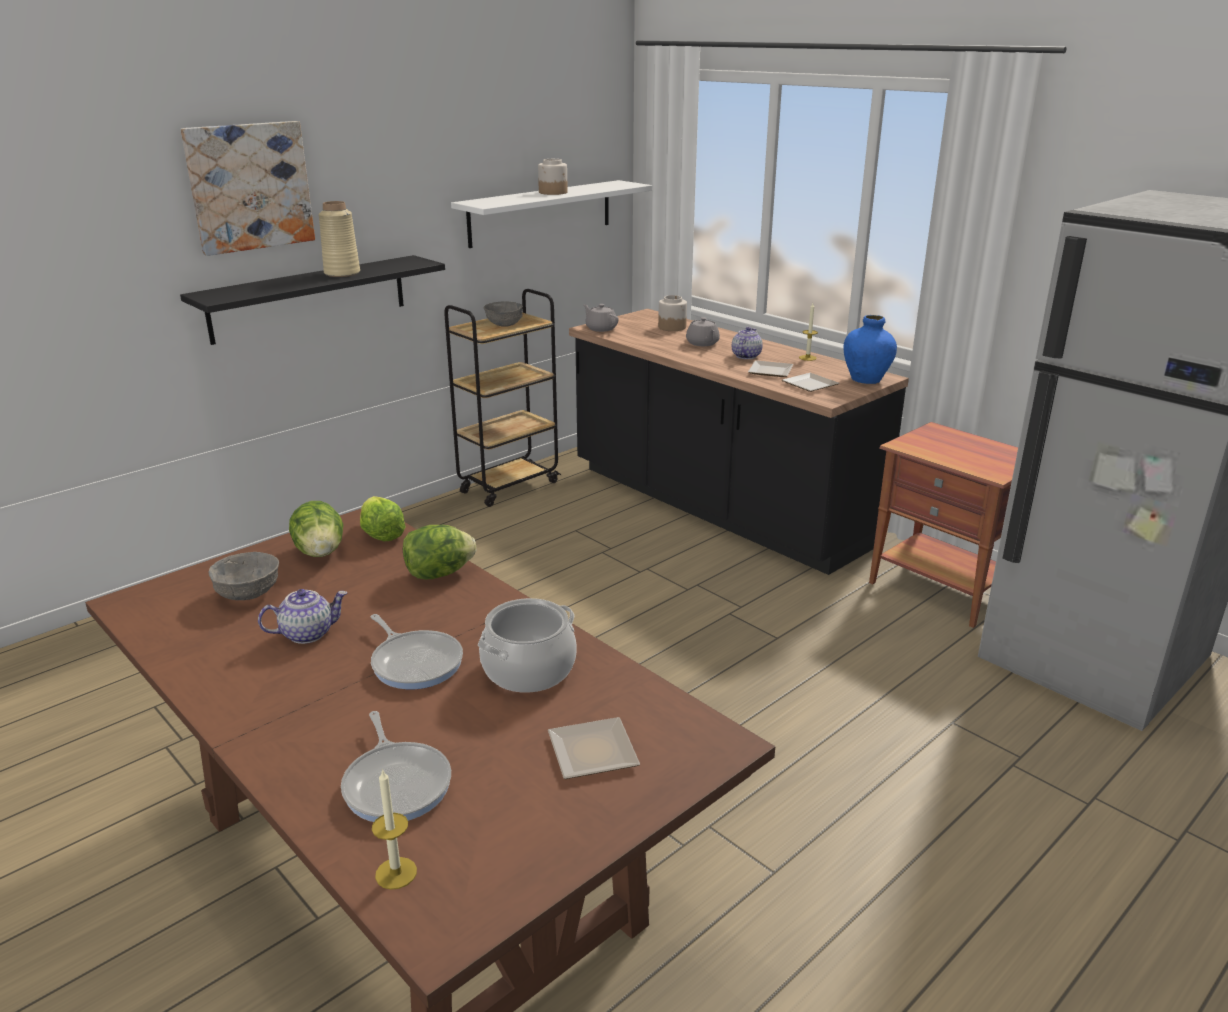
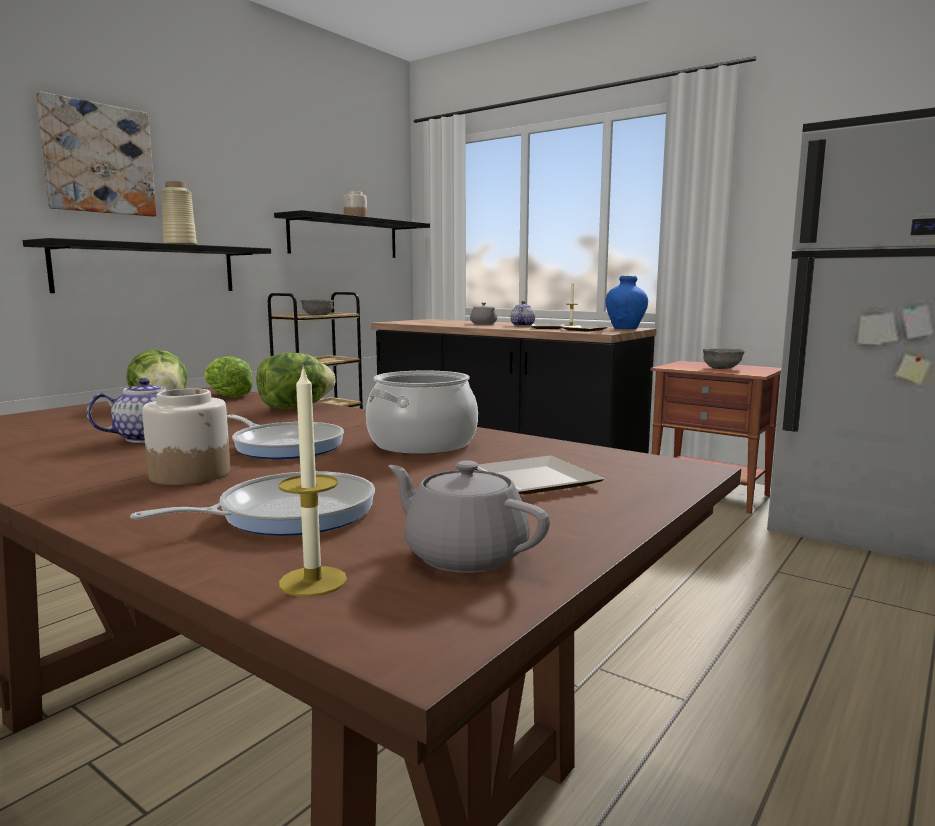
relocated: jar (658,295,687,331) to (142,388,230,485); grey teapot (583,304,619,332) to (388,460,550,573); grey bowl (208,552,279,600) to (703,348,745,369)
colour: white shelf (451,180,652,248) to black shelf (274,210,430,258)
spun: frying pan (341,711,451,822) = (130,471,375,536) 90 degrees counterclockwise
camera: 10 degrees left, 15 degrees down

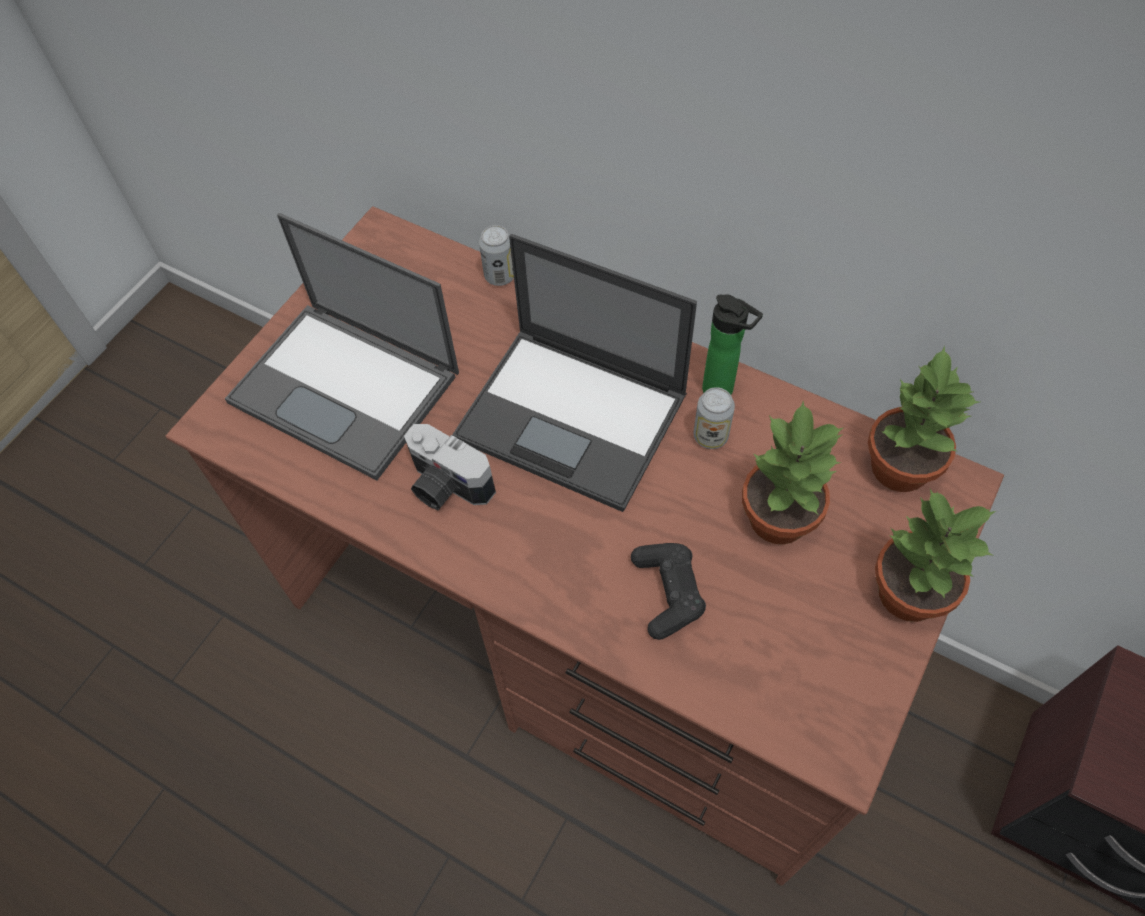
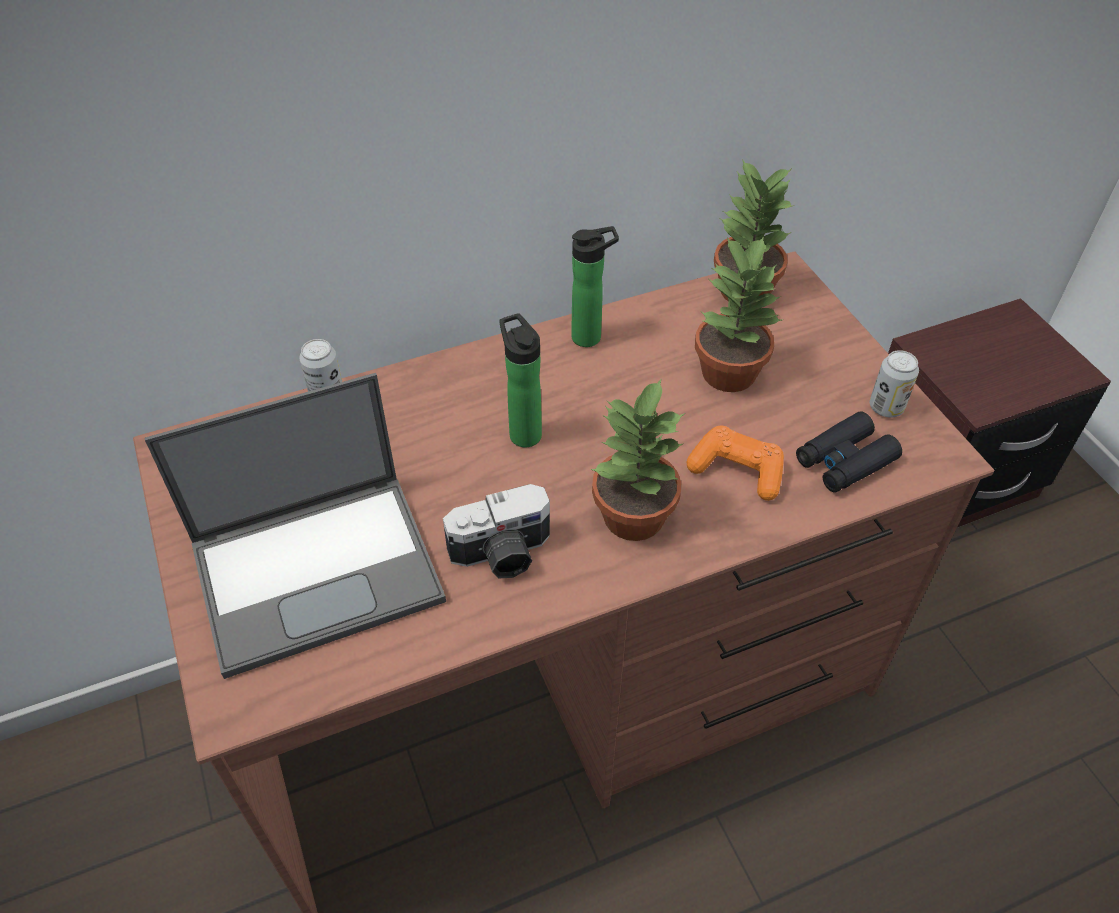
appeared: black binoculars (796,411,902,493)
relocated: can (693,387,735,449) to (870,350,919,418); potted plant (875,489,996,622) to (590,378,685,541)
exchanged: laptop (452,234,697,512) to bottle (499,313,542,447)
colour: black game controller (631,543,706,640) to orange game controller (687,425,784,501)
camera: 55 degrees left, 10 degrees down

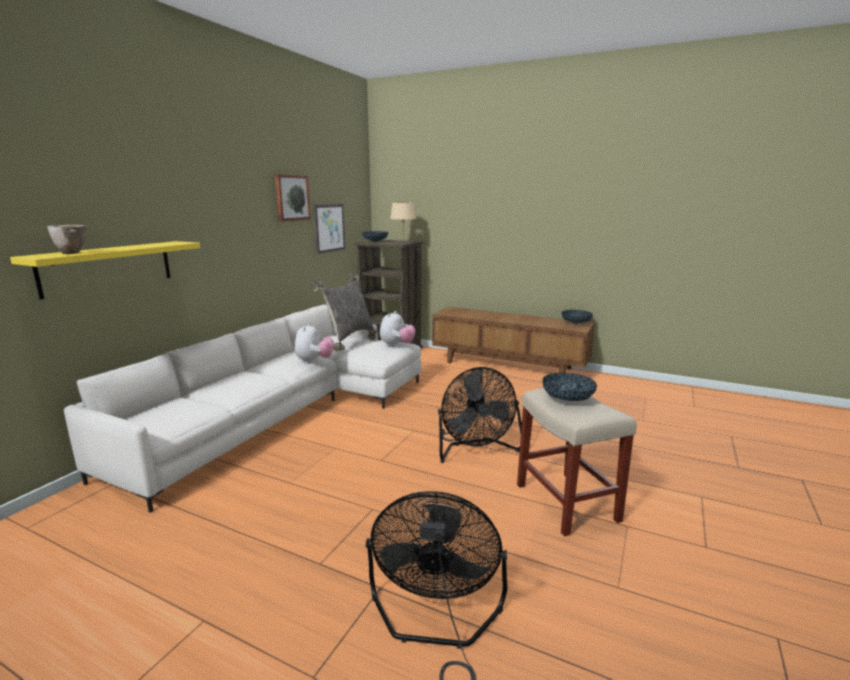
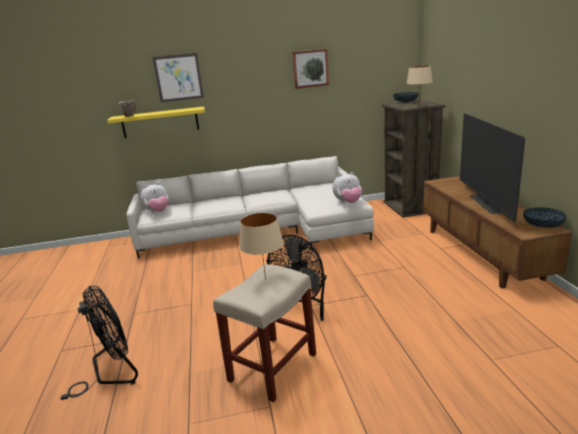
missing: pillow (312,272,378,351)
appeared: television (460,113,525,222)
relocated: picture (314,204,345,254) to (152,53,204,102); plush toy (295,323,334,364) to (140,182,169,212)
exchanged: bowl (543,373,597,401) to beige table lamp (239,213,284,280)
camera: 55 degrees right, 5 degrees up

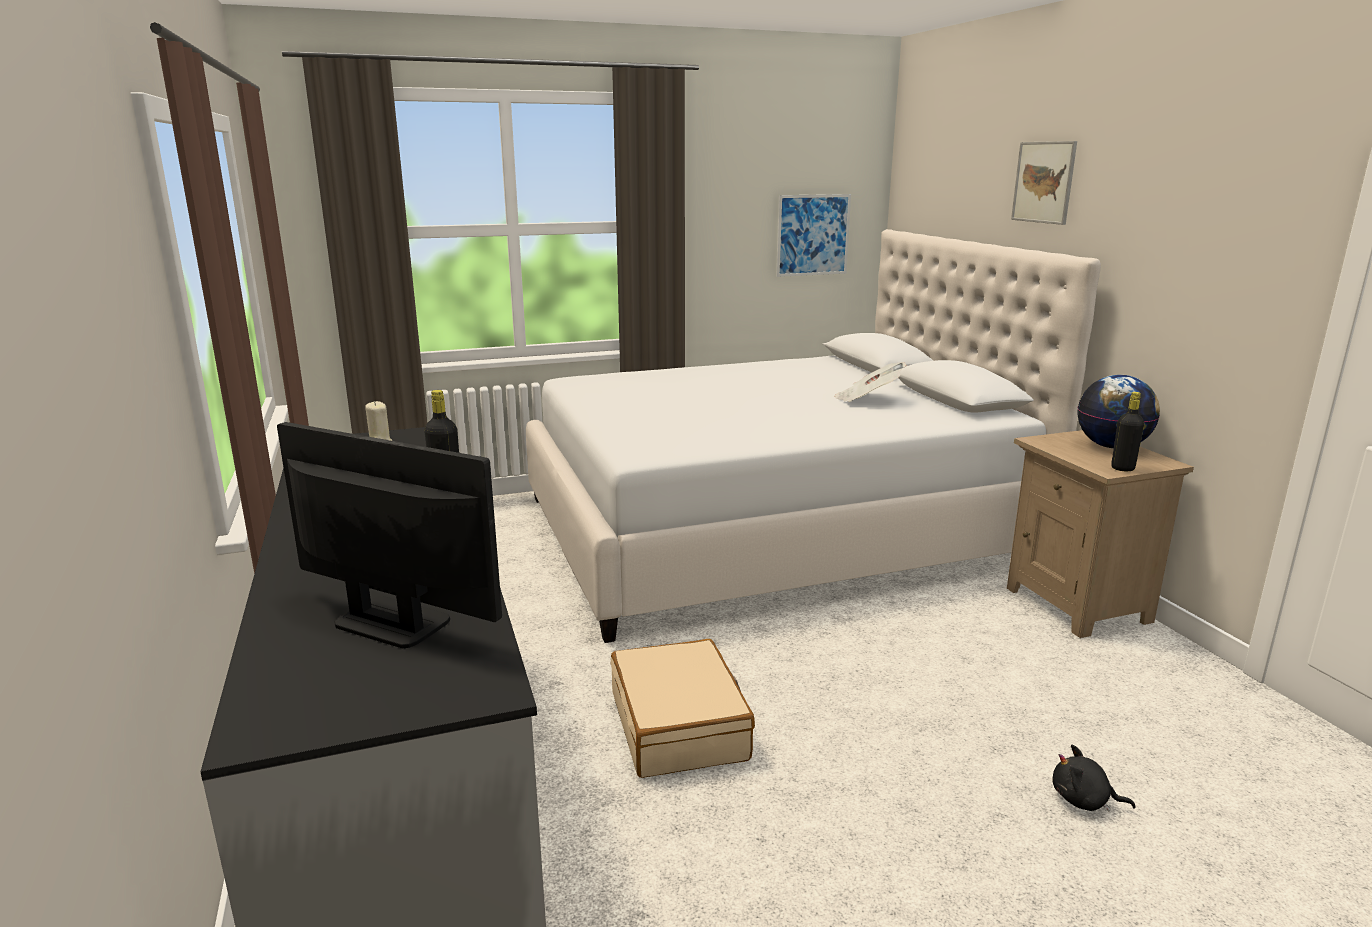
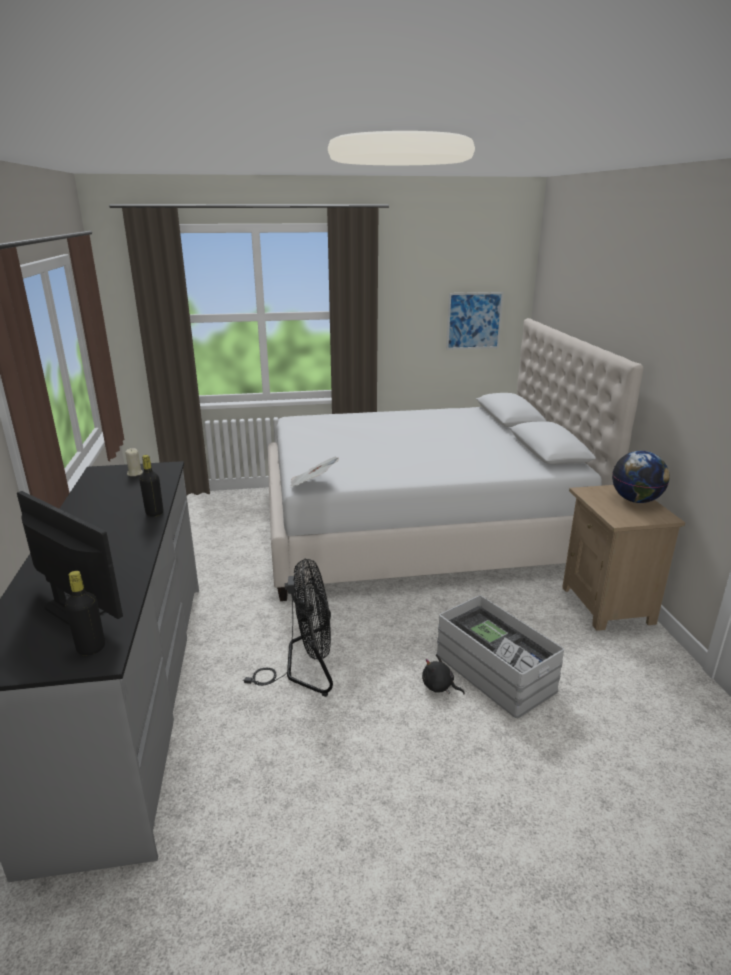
missing: picture (1011,141,1077,225)
appeared: grey storage box (436,595,564,718)
relocated: newspaper (834,362,907,402) to (290,456,339,488); black bottle (1111,392,1144,471) to (65,571,105,655); black plush toy (1052,745,1135,812) to (422,654,465,695)
exchanged: beige suitcase (611,639,755,778) to black fan (242,558,333,697)
camera: 10 degrees right, 5 degrees up

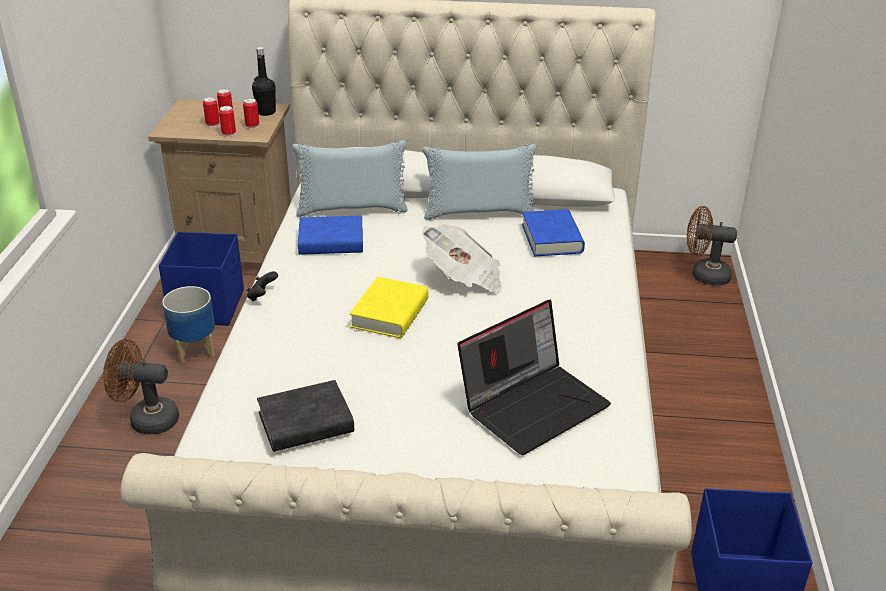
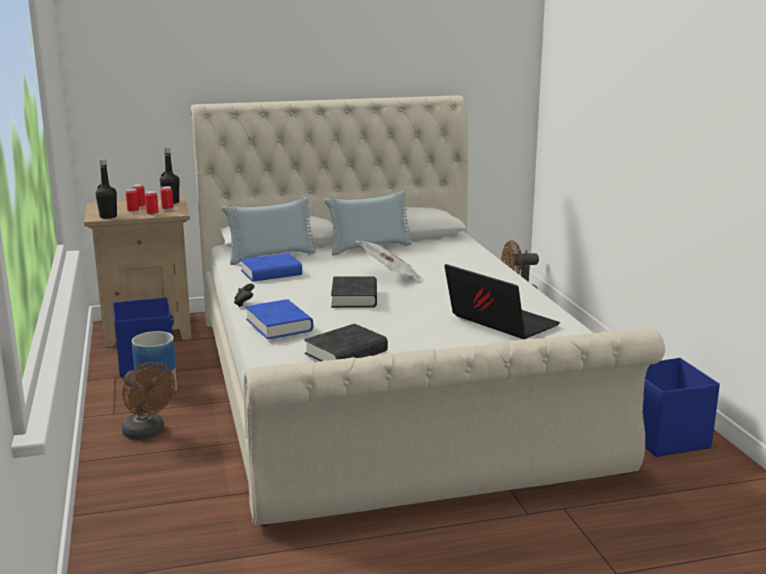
appeared: black bottle (96,159,117,219)
relocated: blue book (522,209,585,257) to (246,299,313,340)
colour: yellow book (350,277,429,338) to black book (331,276,377,308)
spun: laptop (457,300,611,455) = (444,264,560,339) 75 degrees counterclockwise; brown fan (103,339,179,434) = (121,362,175,440) 120 degrees counterclockwise
camera: 20 degrees left, 15 degrees down

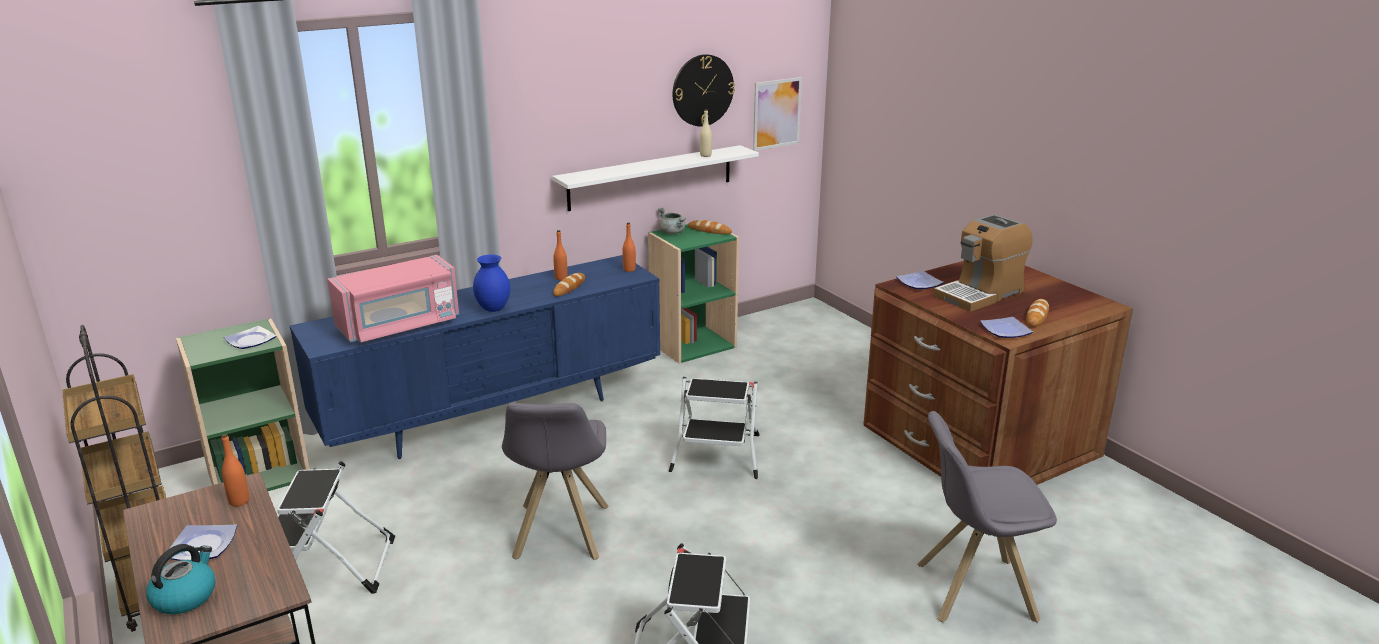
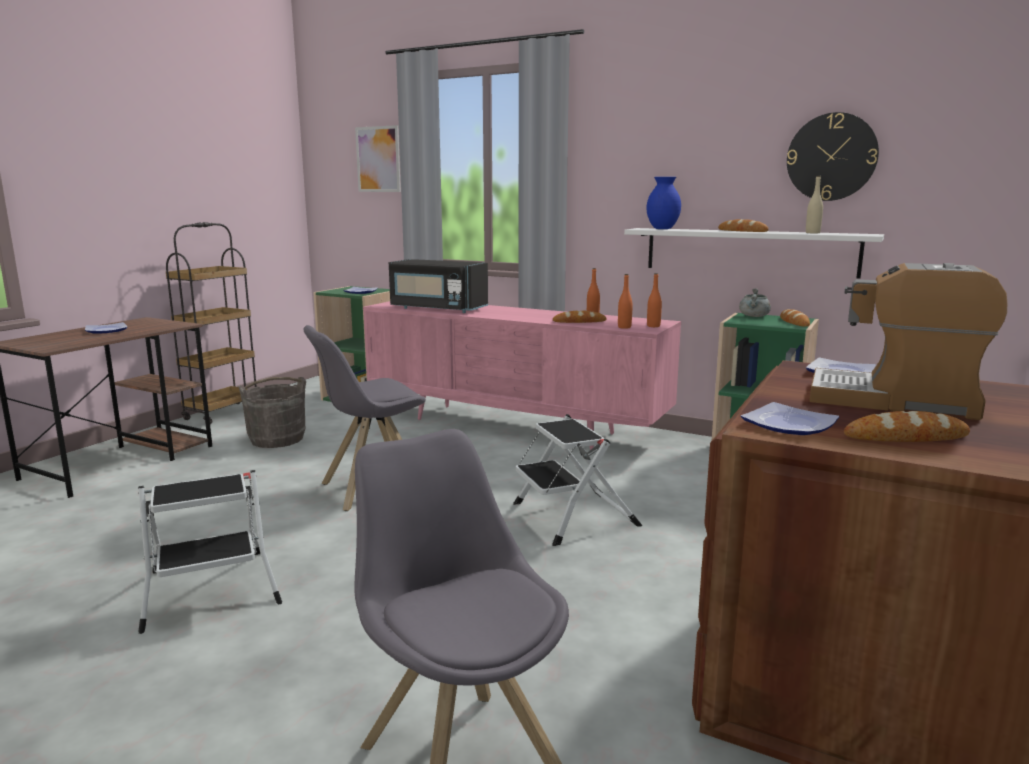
missing: kettle (146,544,215,614)
appeared: bread (718,219,769,232)
relocated: picture (753,77,802,151) to (355,125,401,192); blue vase (473,254,510,312) to (647,177,681,229); orange bottle (221,434,249,507) to (618,274,632,329)
exchanged: step ladder (277,461,395,594) to grey bucket (238,377,306,448)
colour: blue cabinet (290,255,660,459) to pink cabinet (363,301,681,450); pink microwave (327,255,459,342) to black microwave (389,259,488,313)
camera: 60 degrees right, 10 degrees down

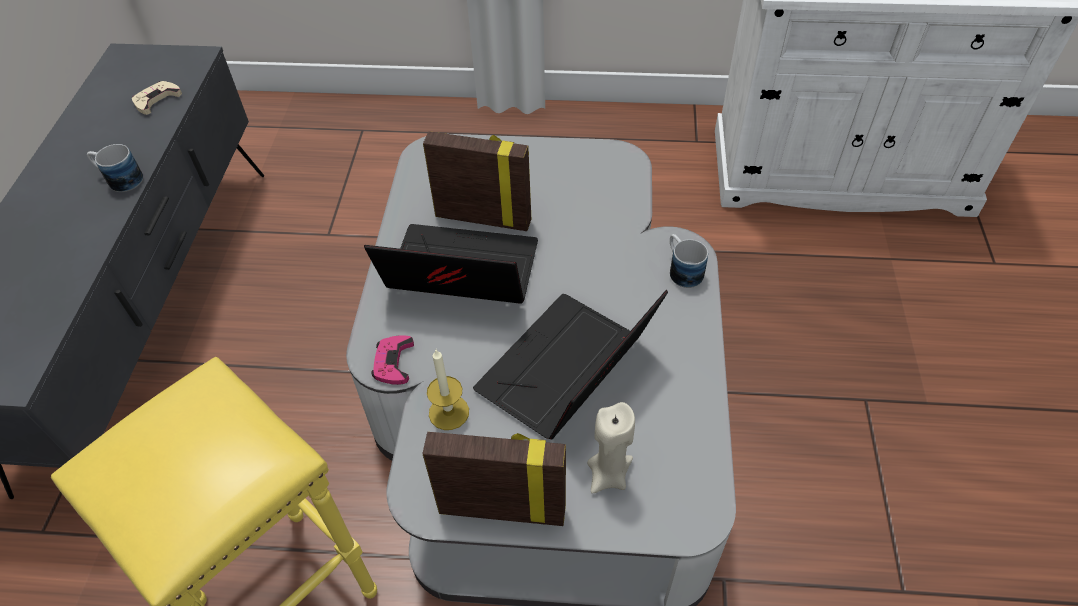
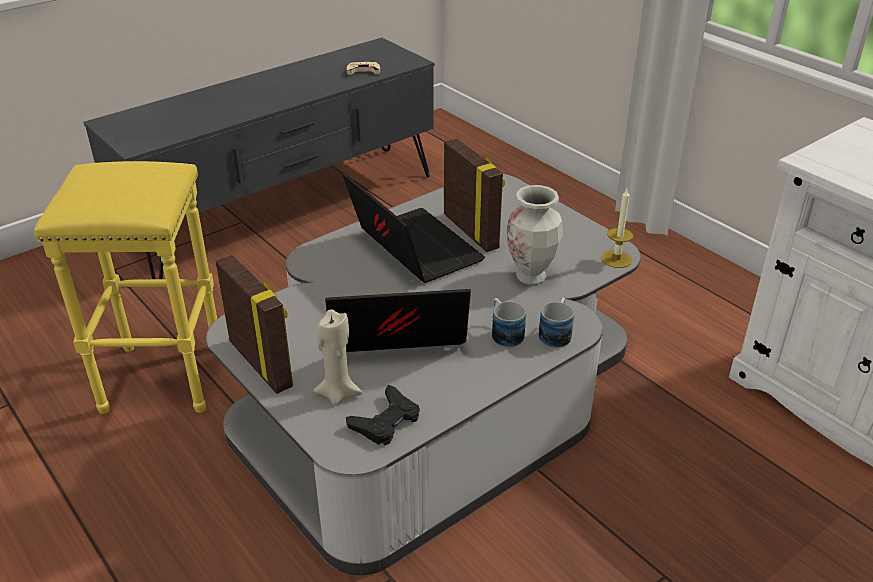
missing: pink game controller (372,335,414,385)
appeared: vase (506,185,563,285); black game controller (346,385,420,445)
relocated: mug (87,144,143,192) to (492,298,526,347); candle (427,350,469,430) to (601,189,634,268)
camera: 45 degrees right, 15 degrees down

